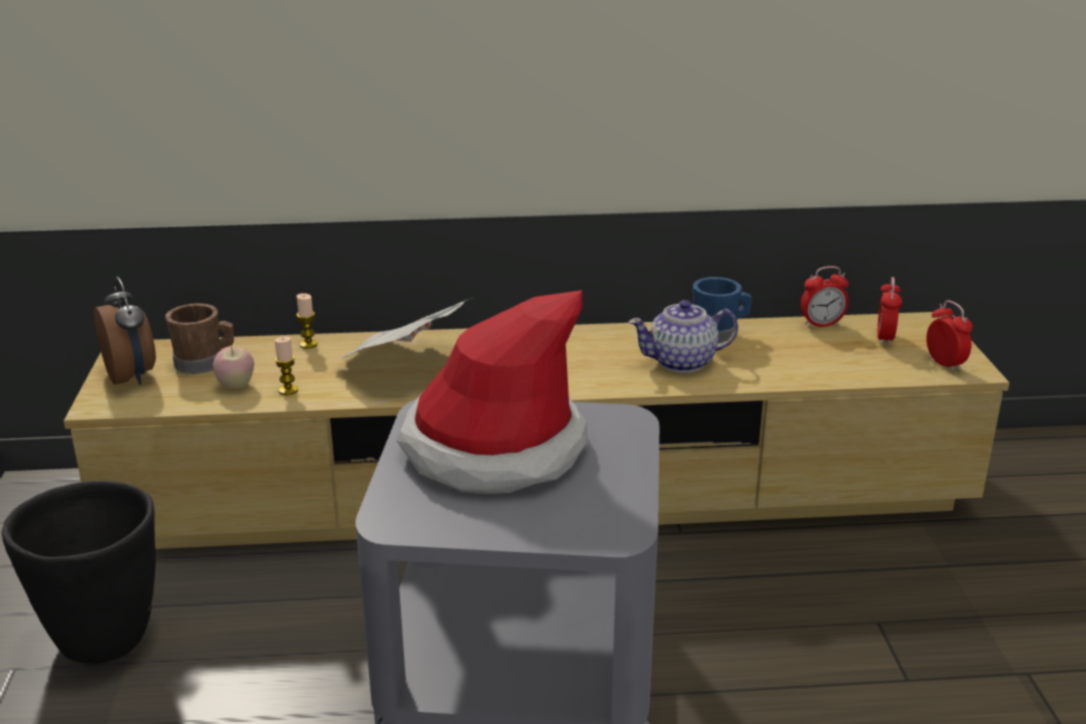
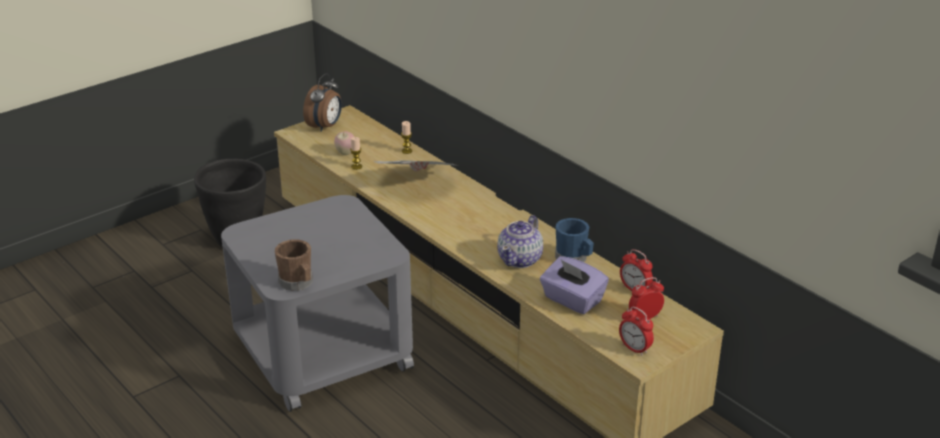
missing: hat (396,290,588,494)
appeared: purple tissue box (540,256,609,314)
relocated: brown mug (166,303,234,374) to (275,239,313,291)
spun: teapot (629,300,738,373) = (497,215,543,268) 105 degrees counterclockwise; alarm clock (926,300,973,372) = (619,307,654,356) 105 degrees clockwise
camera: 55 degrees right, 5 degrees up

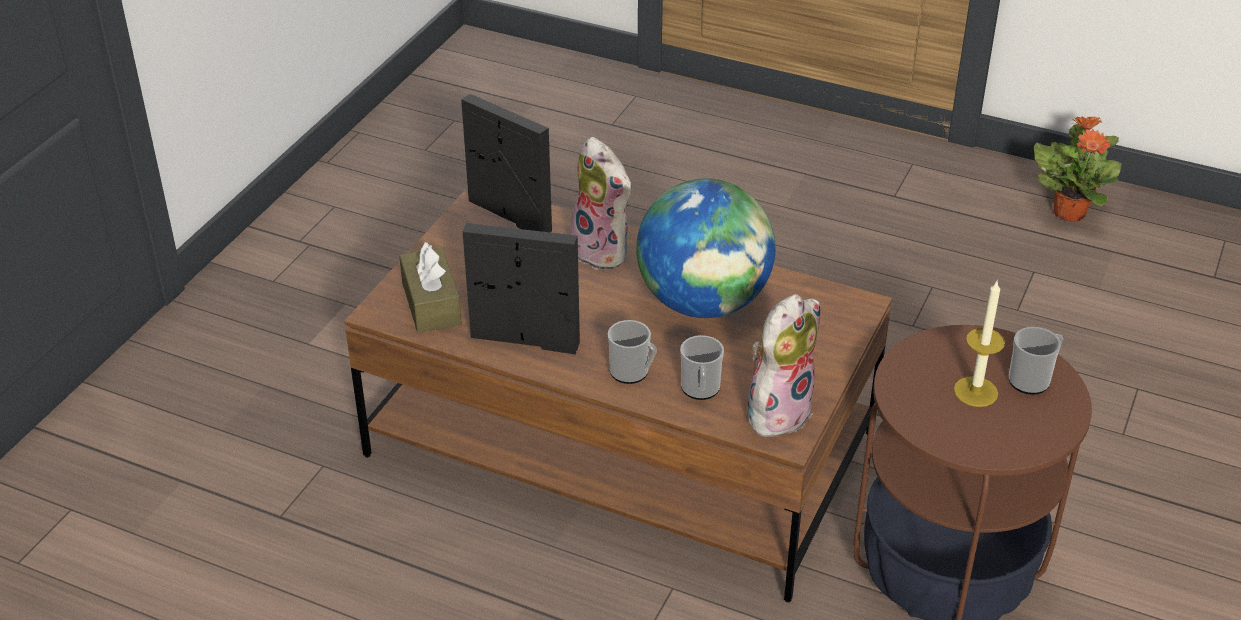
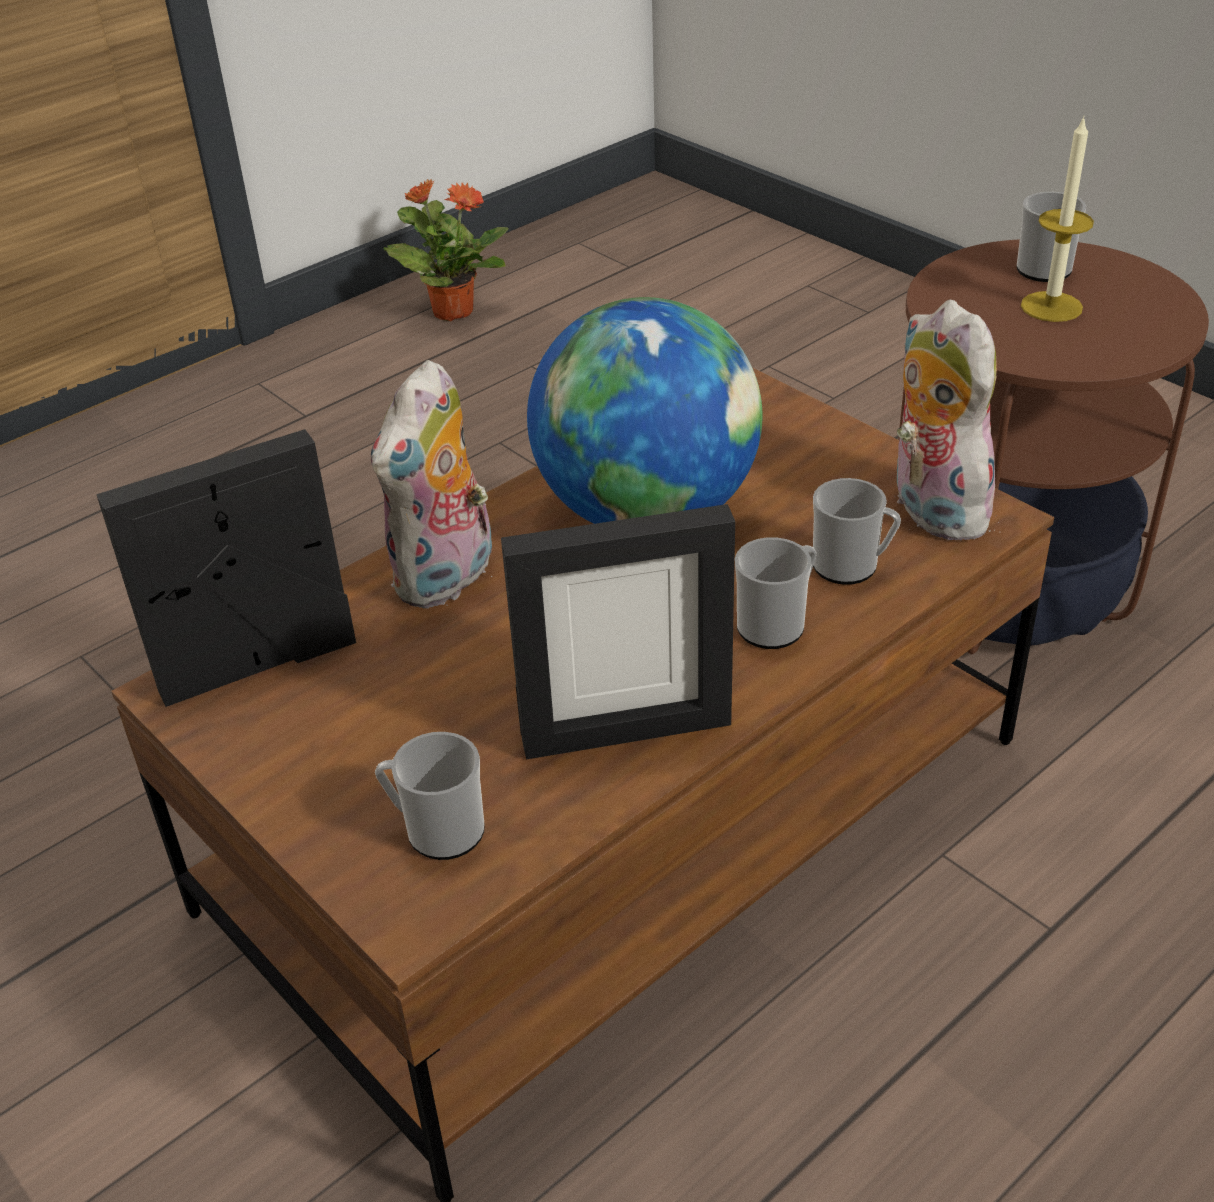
exchanged: brown tissue box (399,242,462,333) to mug (375,732,485,860)
spun: plush toy (570,137,631,270) = (371,360,492,609) 135 degrees clockwise; picture frame (463,223,580,354) = (501,504,735,759) 135 degrees counterclockwise
camera: 65 degrees left, 0 degrees up

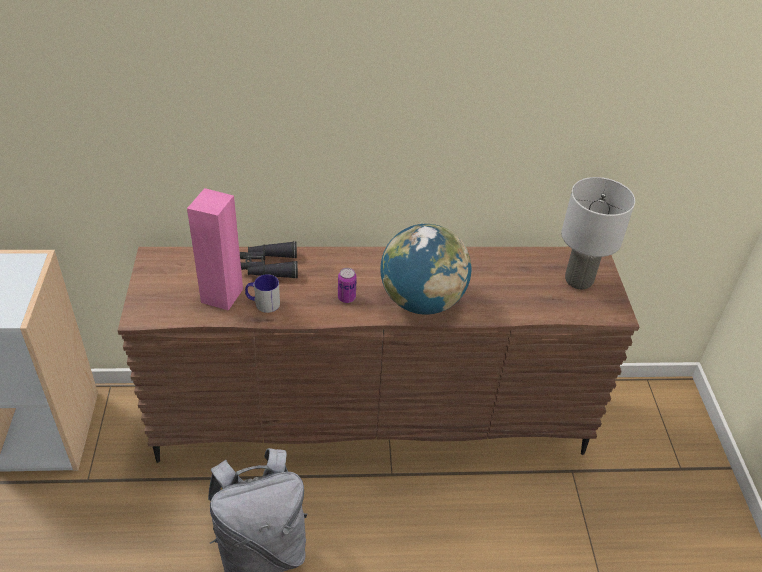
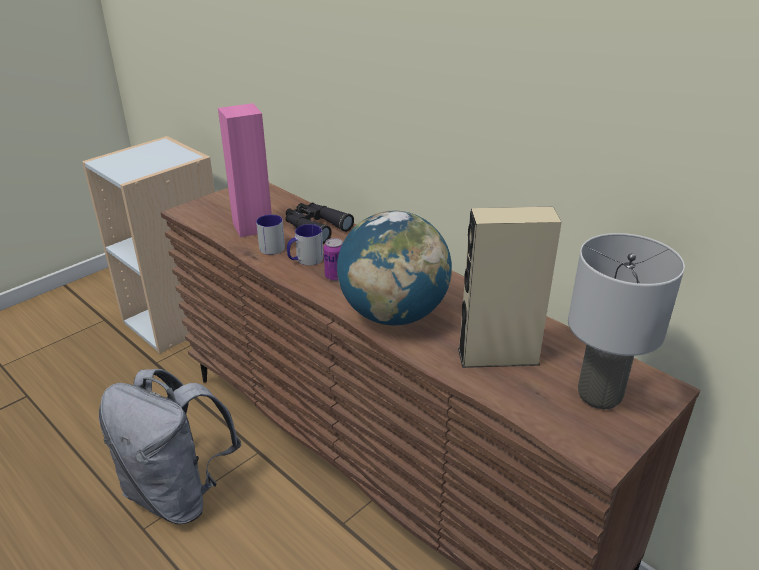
appeared: beige speaker (458,207,562,368); mug (287,224,323,265)
camera: 50 degrees right, 10 degrees down

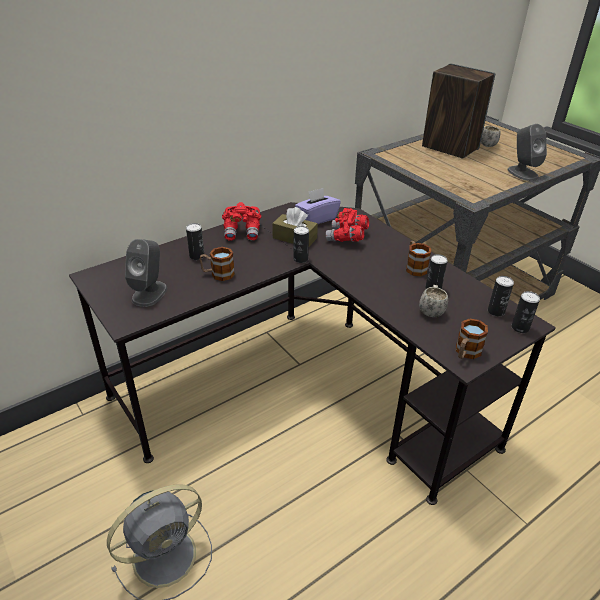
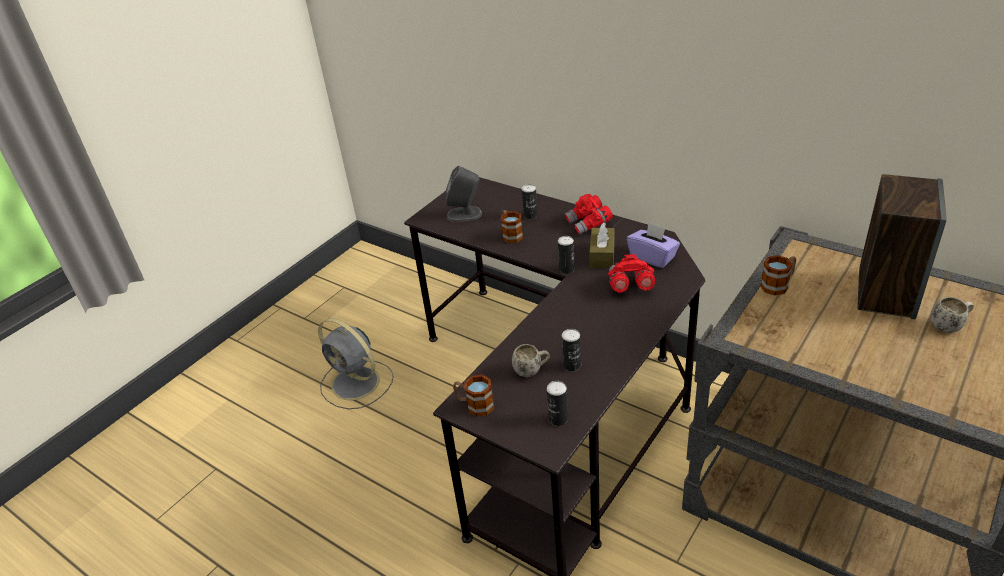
missing: grey speaker (507,124,547,181); can (512,291,540,333)
relocated: mug (406,241,431,276) to (760,255,796,295)
camera: 75 degrees right, 0 degrees up

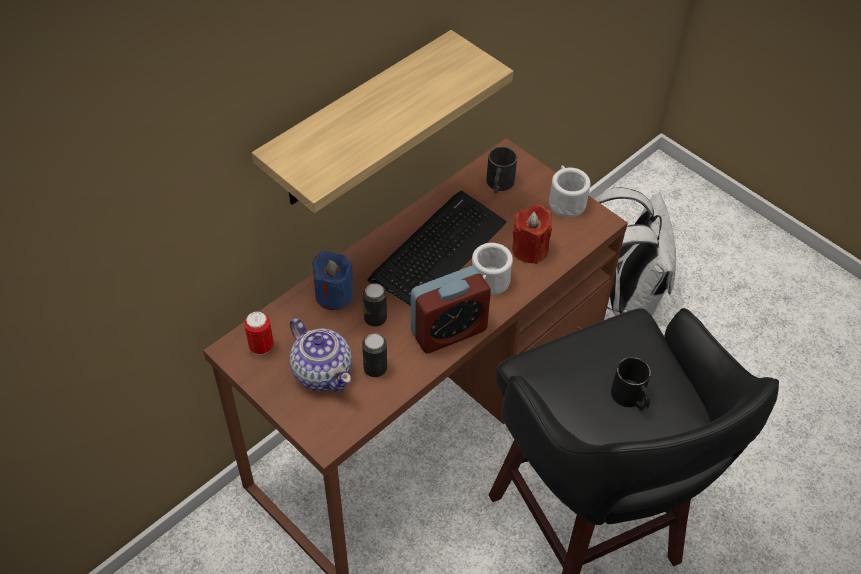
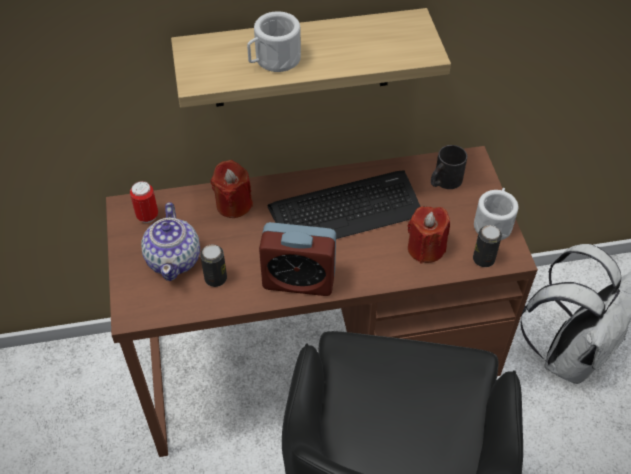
missing: black mug (611,357,651,411)
relocated: white mug (472,243,513,295) to (247,11,301,72); can (363,283,387,327) to (473,225,502,267)
colour: blue candle (312,251,353,310) to red candle (211,160,253,218)
camera: 35 degrees right, 0 degrees up

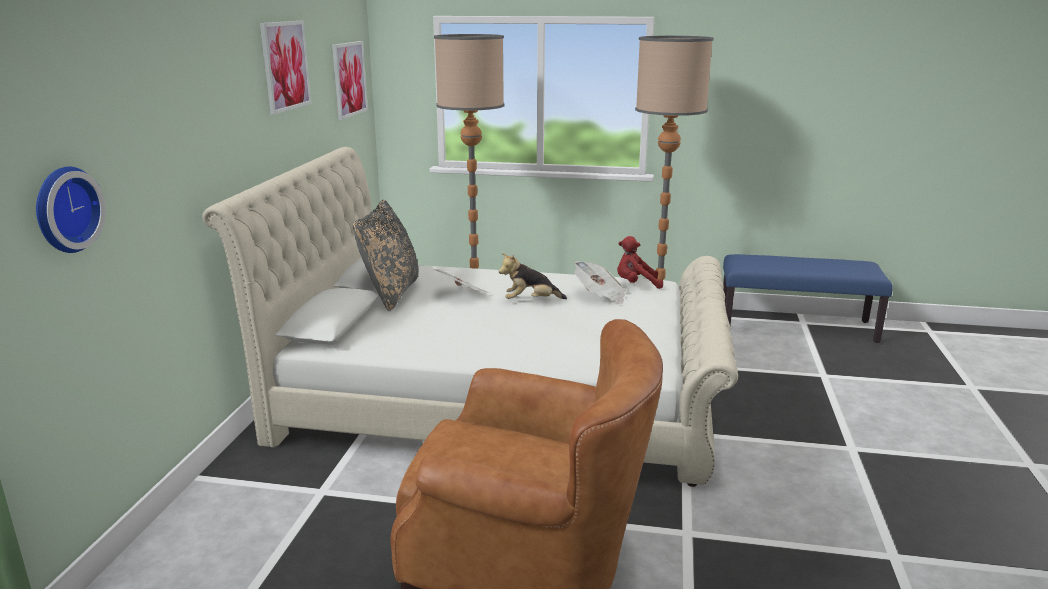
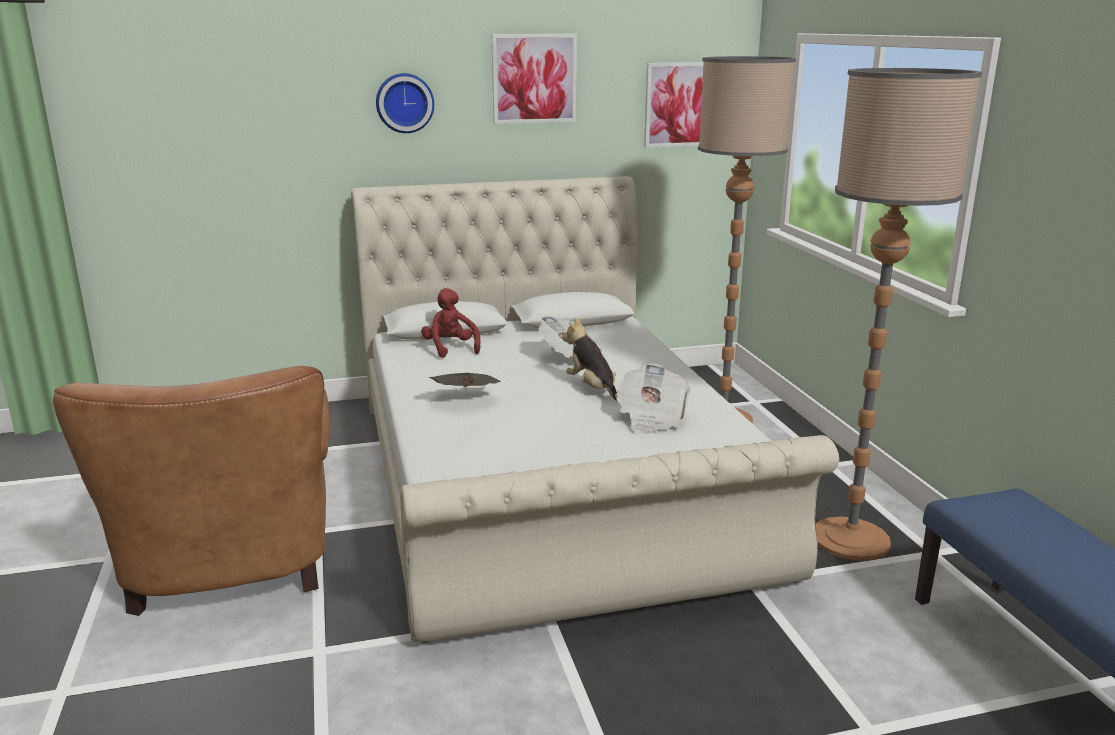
missing: grey pillow (353,200,419,311)
appeared: newspaper (428,373,501,387)
relocated: wall clock (36,166,106,253) to (376,73,434,133); red plush toy (617,236,663,289) to (421,288,480,358)
camera: 65 degrees right, 0 degrees up

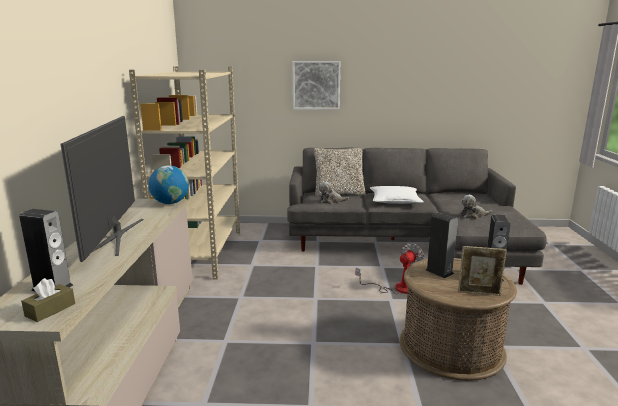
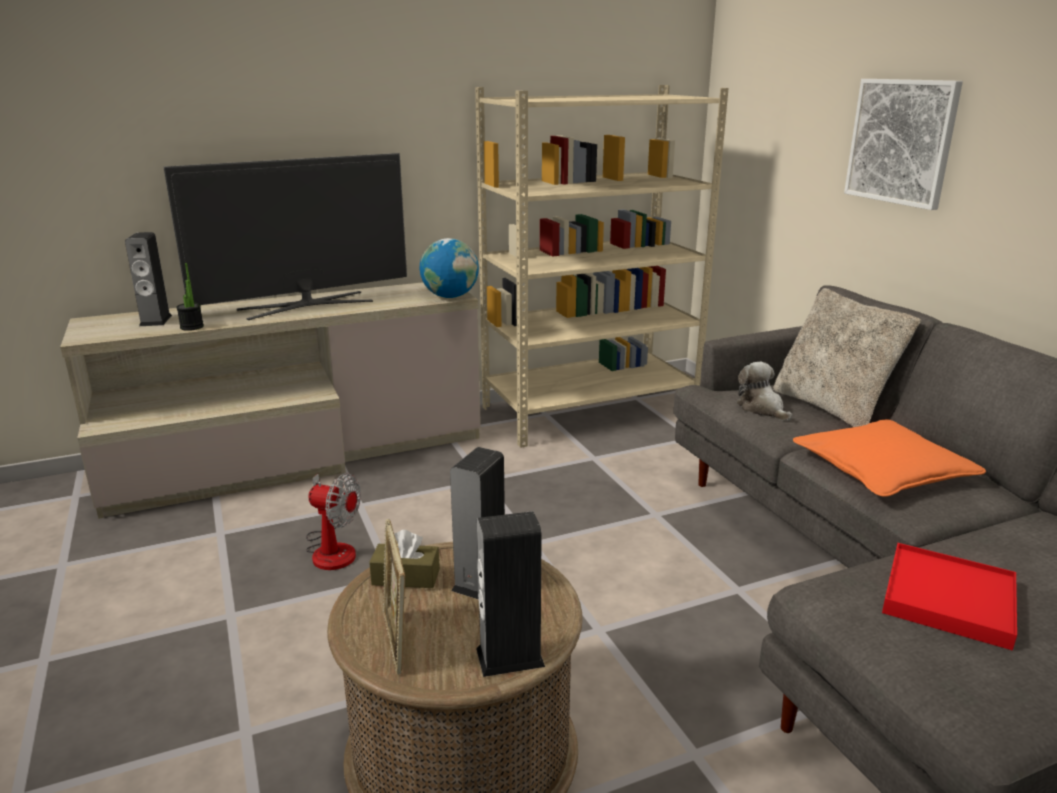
appeared: potted plant (176,263,204,331)
relocated: fan (356,243,424,294) to (306,473,361,570); brown tissue box (21,278,75,322) to (369,530,440,588)
exchanged: plush toy (461,195,492,219) to red tray (882,543,1017,650)
colour: white pillow (370,186,424,204) to orange pillow (793,419,986,497)
camera: 65 degrees right, 5 degrees up

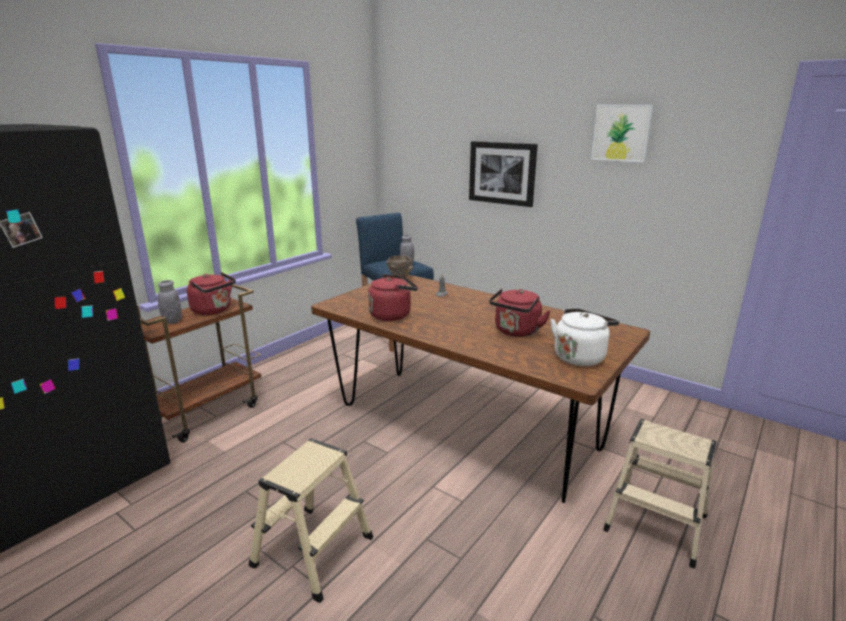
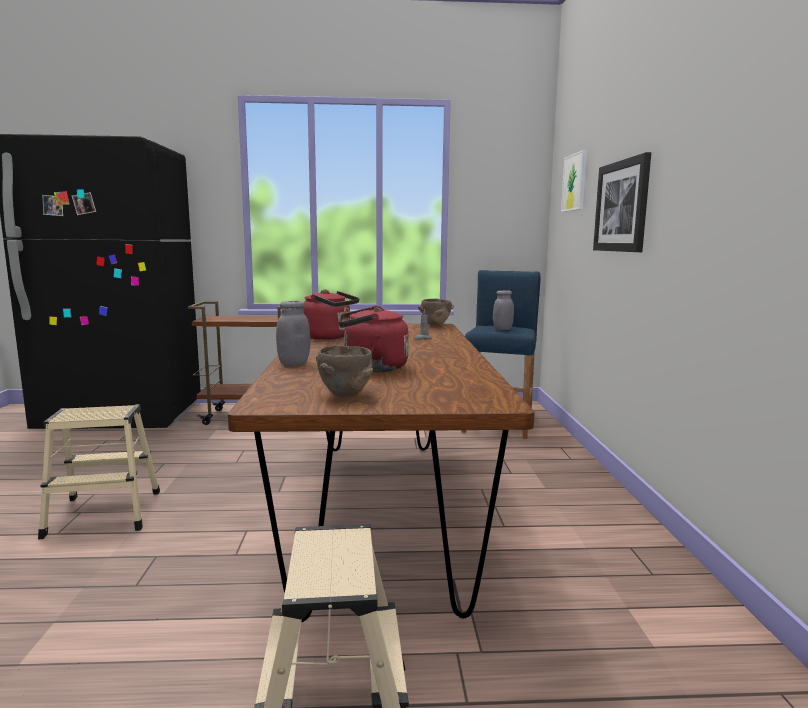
missing: red kettle (187,272,236,315)
relocated: picture (591,105,653,163) to (561,150,587,212); grey jar (158,280,182,324) to (276,301,310,366)
exchanged: white kettle (550,308,619,366) to brown bowl (316,346,373,398)
camera: 50 degrees right, 10 degrees down

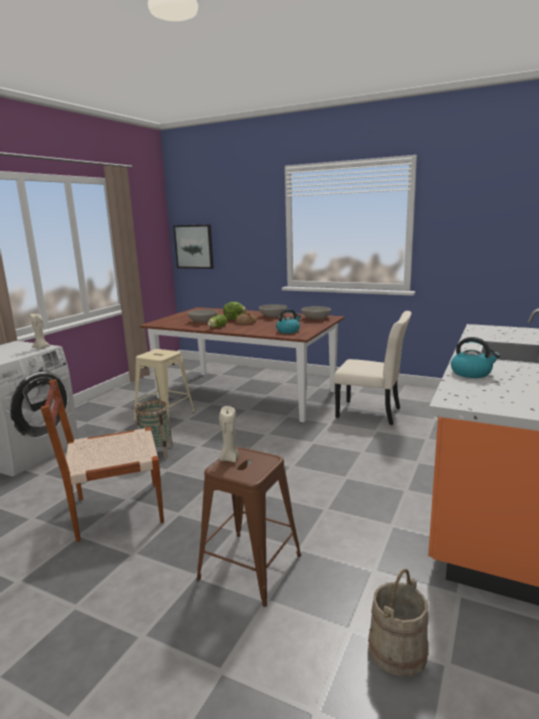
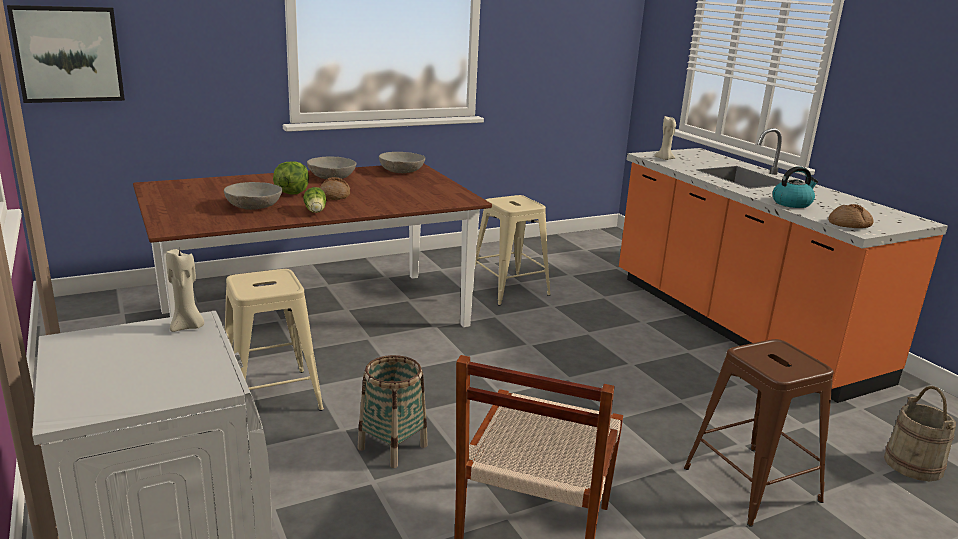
missing: kettle (276,309,301,334)
appeared: bread (828,204,873,228)
relocated: beige candle (219,406,240,462) to (654,116,676,160)
exchanged: beige chair (334,311,411,425) to beige stool (475,195,551,306)
camera: 55 degrees left, 5 degrees up

